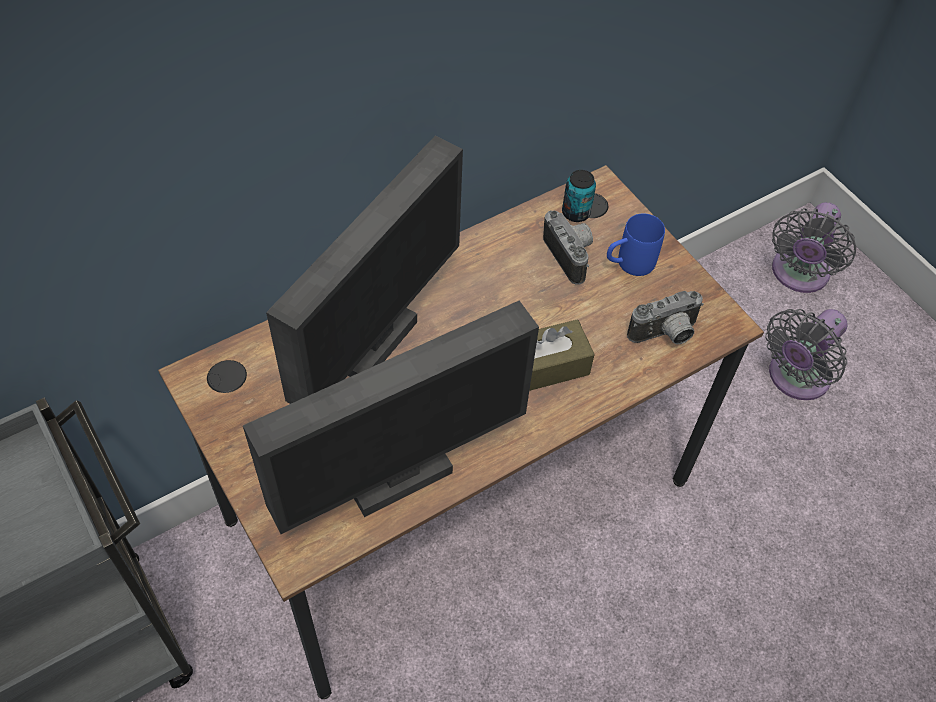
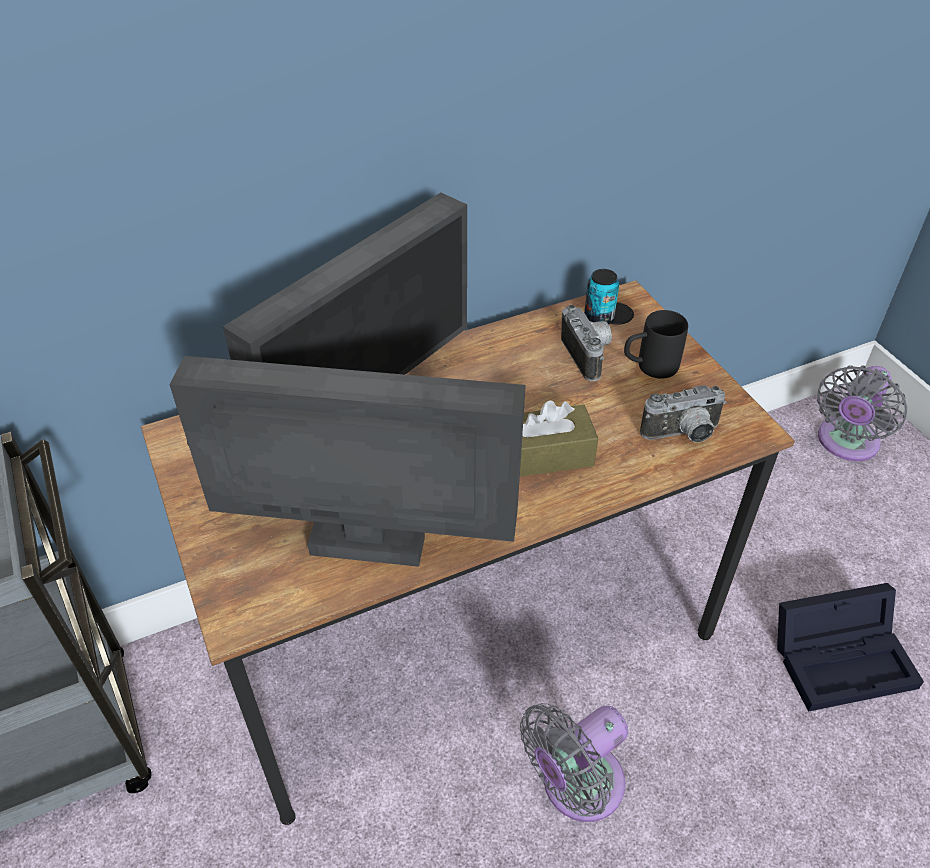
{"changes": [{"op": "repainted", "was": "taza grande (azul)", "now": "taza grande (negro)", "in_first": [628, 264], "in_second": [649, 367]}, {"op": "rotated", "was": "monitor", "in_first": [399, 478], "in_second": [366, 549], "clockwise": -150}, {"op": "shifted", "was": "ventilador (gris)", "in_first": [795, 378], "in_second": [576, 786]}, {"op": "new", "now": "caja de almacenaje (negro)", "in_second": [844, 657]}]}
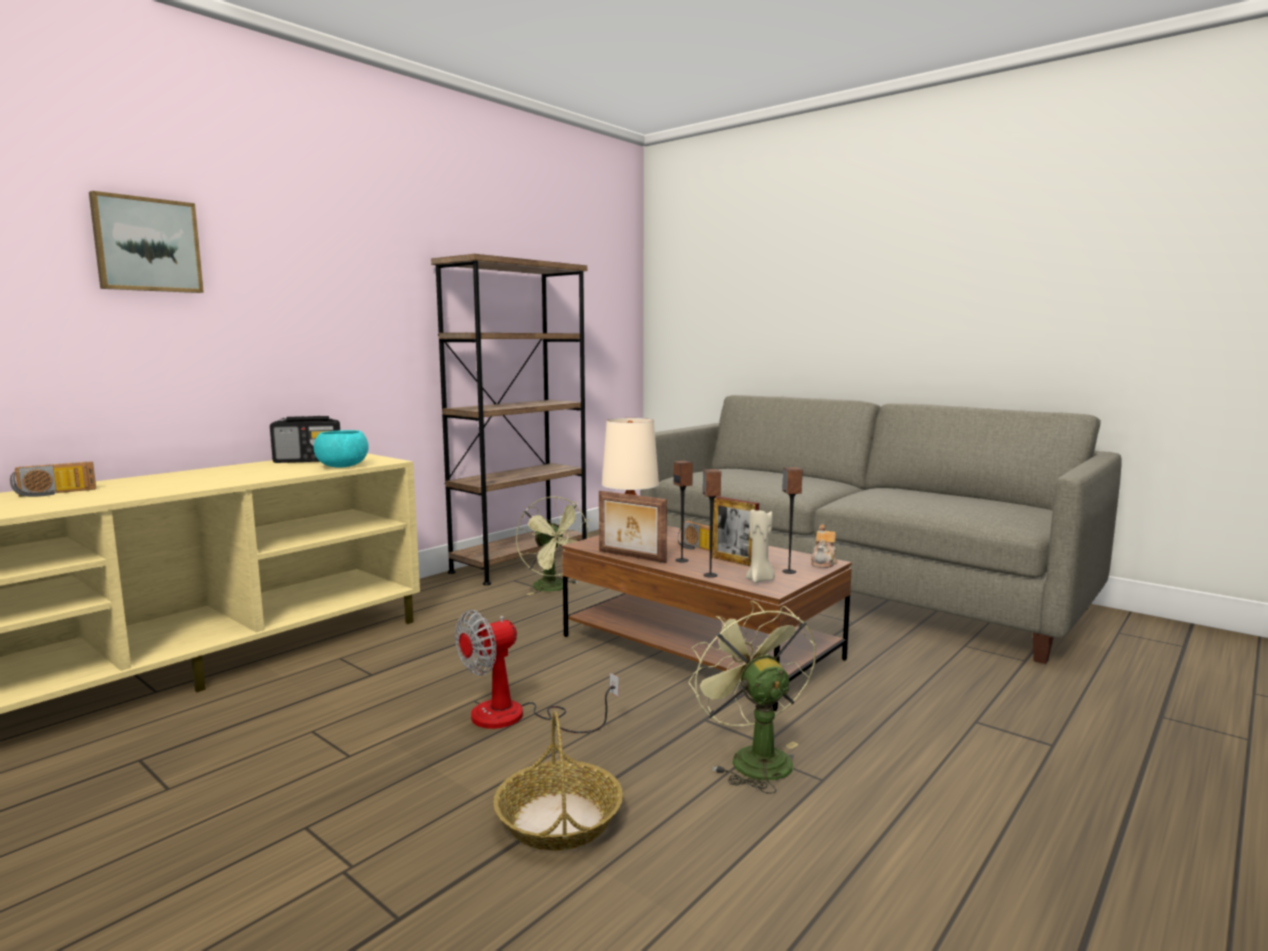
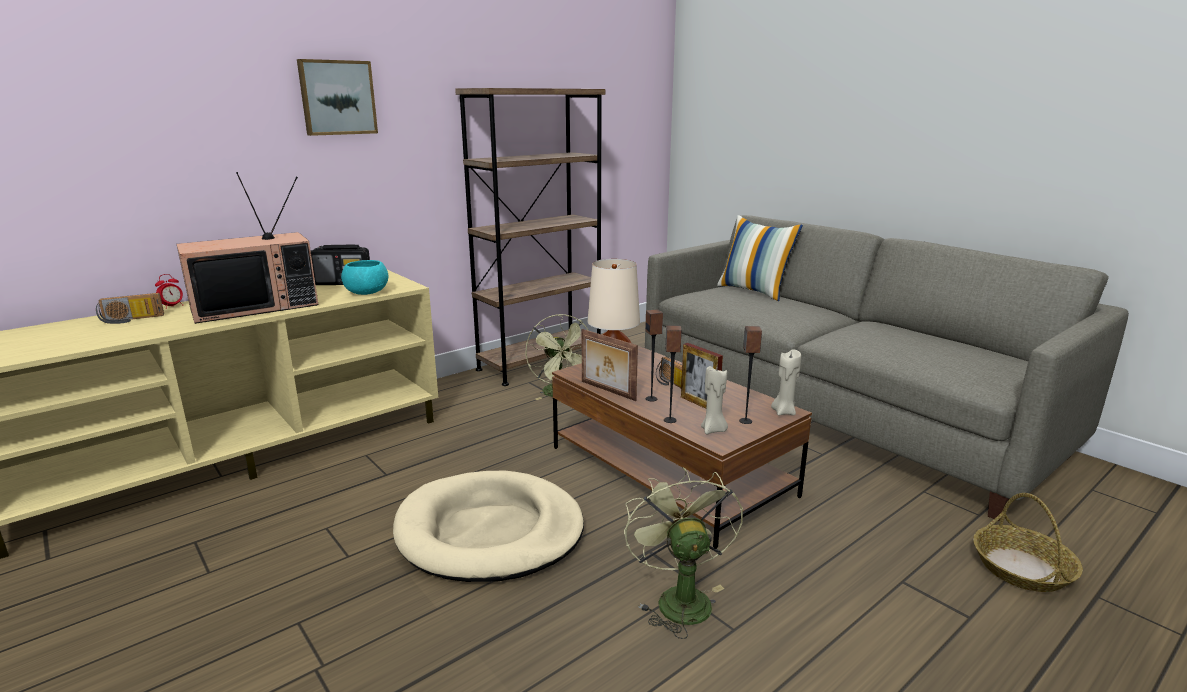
{"changes": [{"op": "shifted", "was": "cuadro", "in_first": [147, 245], "in_second": [337, 97]}, {"op": "swapped", "was": "tetera", "now": "vela (beis)", "in_first": [824, 563], "in_second": [783, 412]}, {"op": "swapped", "was": "ventilador", "now": "cama para perro (beis)", "in_first": [516, 717], "in_second": [489, 532]}, {"op": "shifted", "was": "cesta", "in_first": [559, 820], "in_second": [1022, 569]}, {"op": "new", "now": "televisor", "in_second": [256, 306]}, {"op": "new", "now": "cojín", "in_second": [754, 291]}, {"op": "new", "now": "despertador", "in_second": [172, 306]}]}
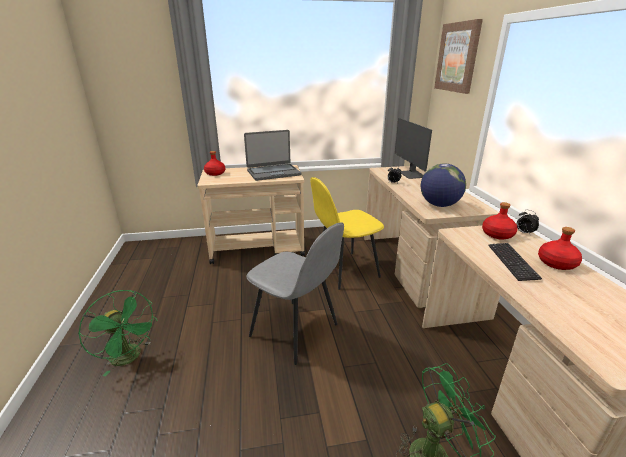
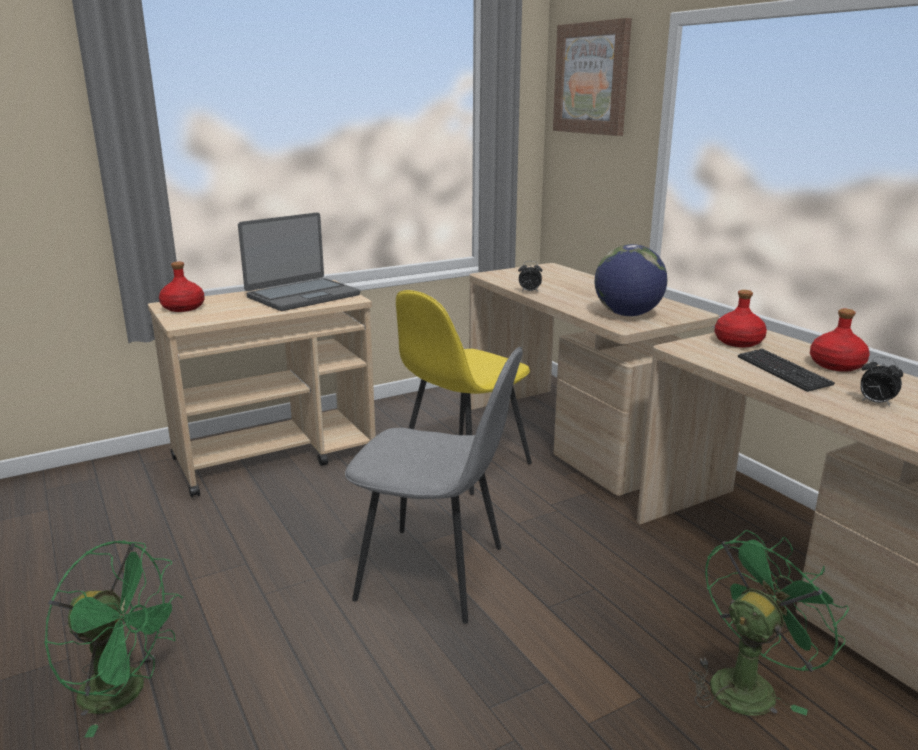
{"changes": [{"op": "gone", "was": "monitor", "in_first": [411, 174]}, {"op": "shifted", "was": "despertador", "in_first": [524, 233], "in_second": [875, 403]}]}
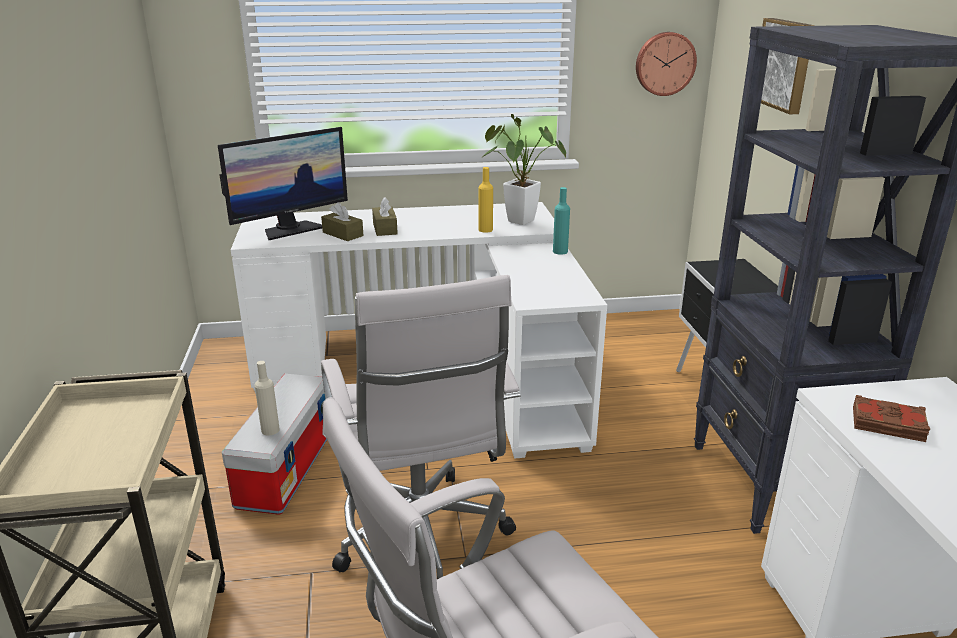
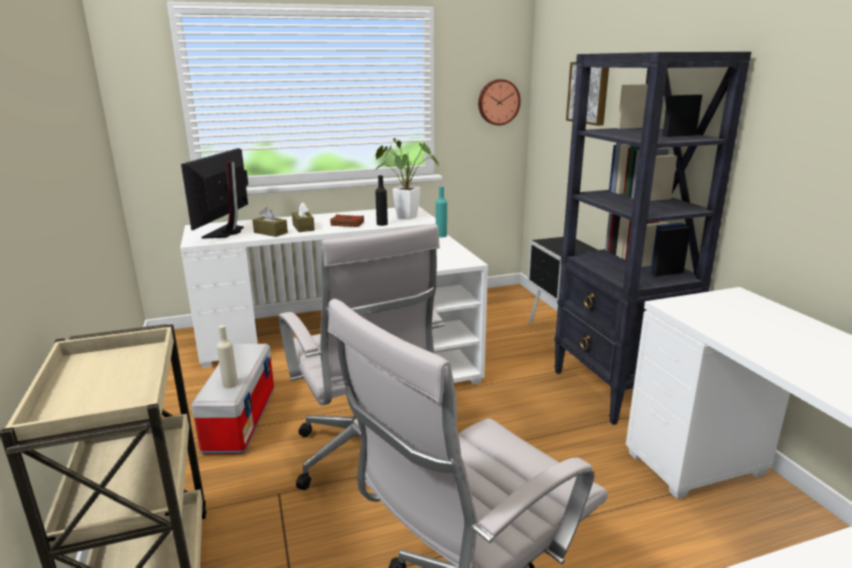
{"changes": [{"op": "rotated", "was": "monitor", "in_first": [290, 229], "in_second": [226, 232], "clockwise": 150}, {"op": "repainted", "was": "botella (amarillo)", "now": "botella (negro)", "in_first": [485, 230], "in_second": [382, 224]}, {"op": "shifted", "was": "libro (marrón)", "in_first": [888, 425], "in_second": [347, 224]}]}
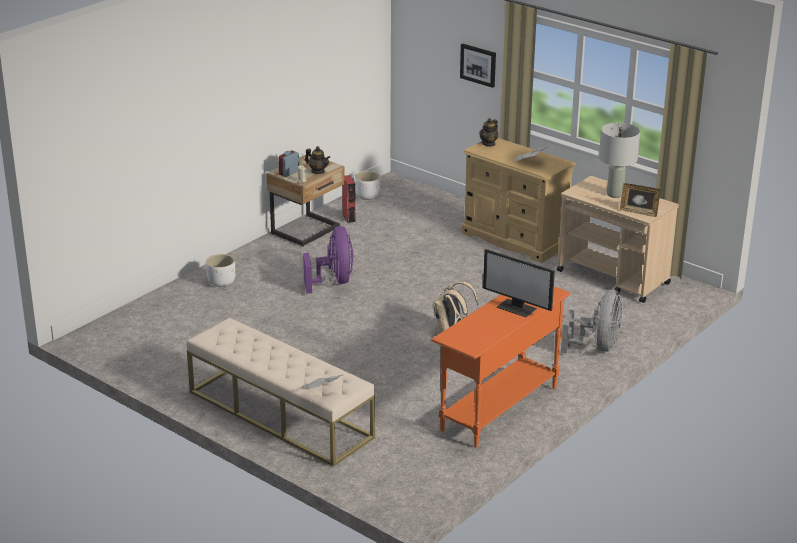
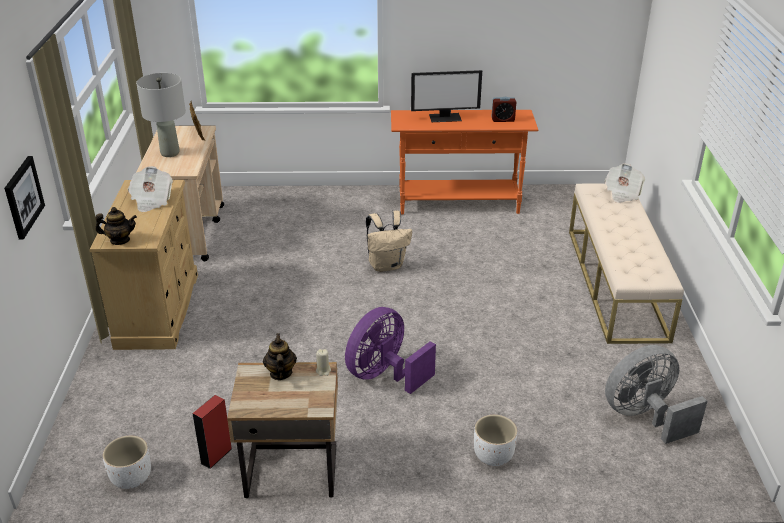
{"changes": [{"op": "shifted", "was": "despertador", "in_first": [289, 172], "in_second": [503, 120]}, {"op": "rotated", "was": "monitor", "in_first": [517, 308], "in_second": [445, 117], "clockwise": 90}, {"op": "shifted", "was": "ventilador (gris)", "in_first": [597, 347], "in_second": [645, 416]}]}
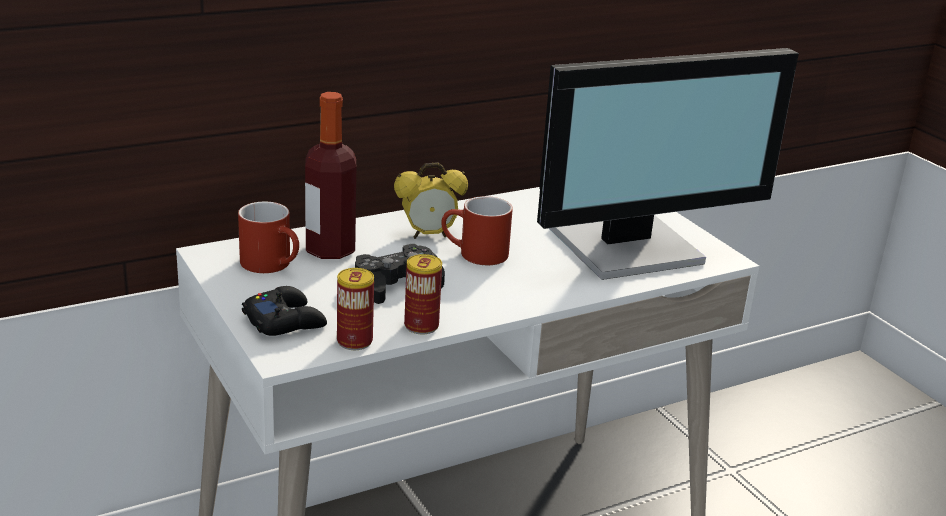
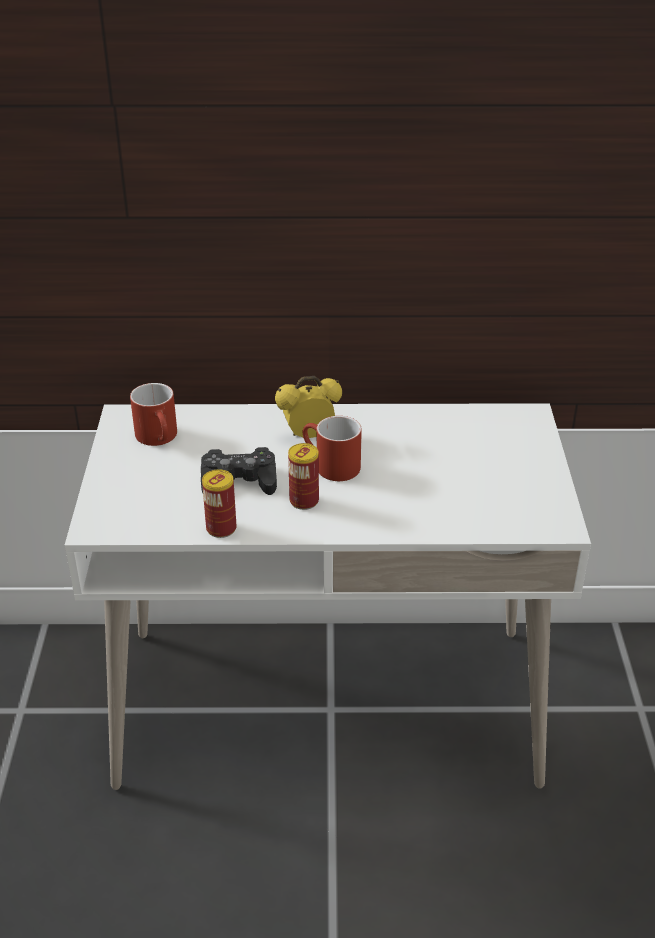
{"changes": [{"op": "gone", "was": "monitor", "in_first": [630, 248]}, {"op": "gone", "was": "botella", "in_first": [330, 250]}, {"op": "rotated", "was": "despertador", "in_first": [428, 235], "in_second": [309, 436], "clockwise": 150}, {"op": "shifted", "was": "lata", "in_first": [354, 341], "in_second": [304, 501]}, {"op": "gone", "was": "mando de consola (negro)", "in_first": [285, 321]}]}
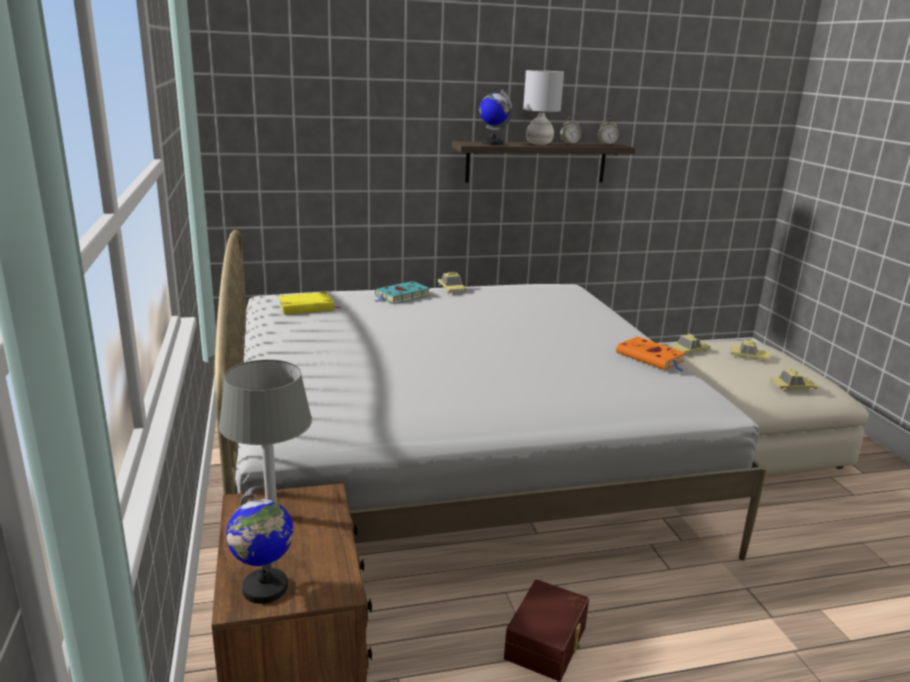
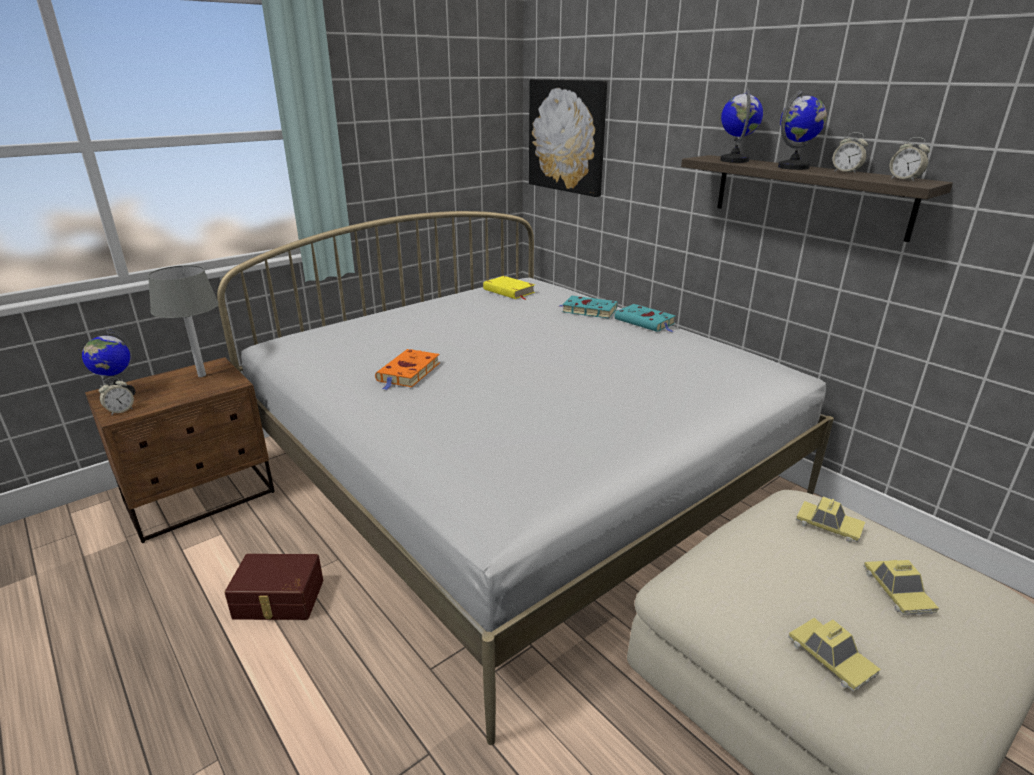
{"changes": [{"op": "swapped", "was": "lámpara de mesa (gris)", "now": "globo terráqueo", "in_first": [538, 144], "in_second": [794, 167]}, {"op": "swapped", "was": "coche de juguete", "now": "libro (turquesa)", "in_first": [451, 288], "in_second": [646, 322]}, {"op": "shifted", "was": "libro (naranja)", "in_first": [651, 358], "in_second": [408, 373]}, {"op": "new", "now": "cuadro", "in_second": [567, 136]}, {"op": "new", "now": "despertador", "in_second": [120, 411]}]}
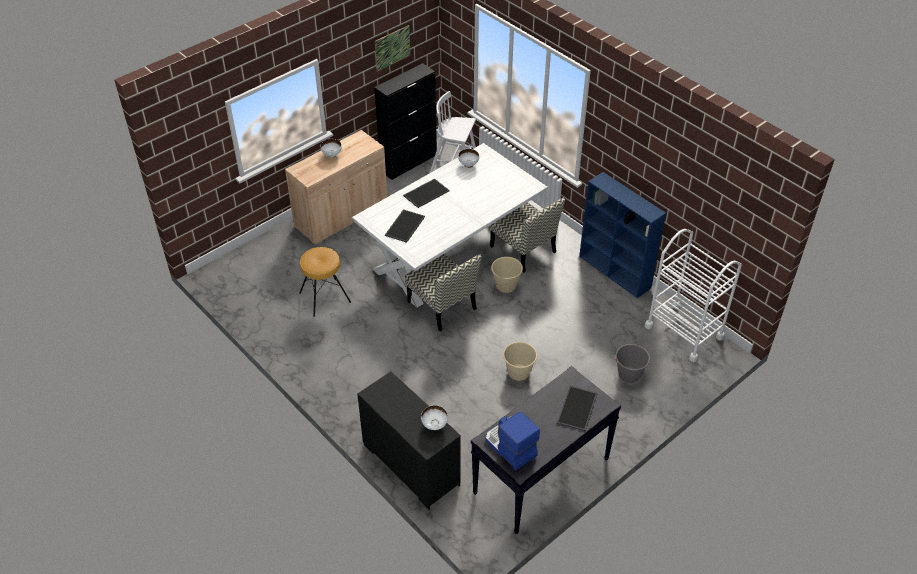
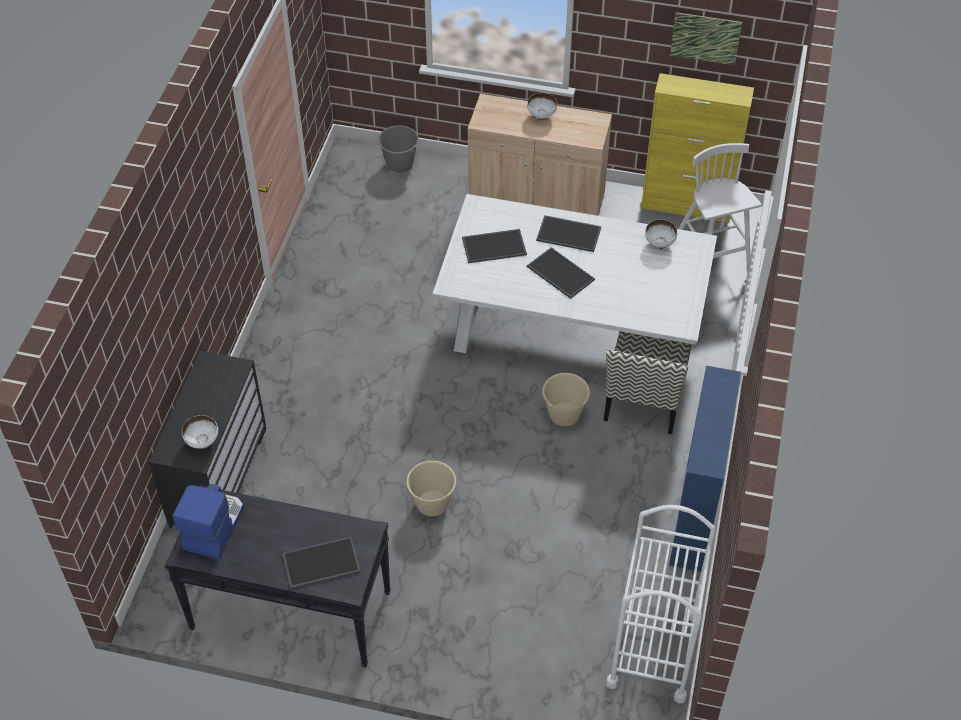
{"changes": [{"op": "repainted", "was": "armario (negro)", "now": "armario (amarillo)", "in_first": [409, 162], "in_second": [687, 206]}, {"op": "gone", "was": "taburete (marrón)", "in_first": [324, 297]}, {"op": "gone", "was": "silla", "in_first": [443, 306]}, {"op": "shifted", "was": "cubo (gris)", "in_first": [629, 375], "in_second": [399, 164]}, {"op": "new", "now": "bandeja", "in_second": [559, 273]}]}
